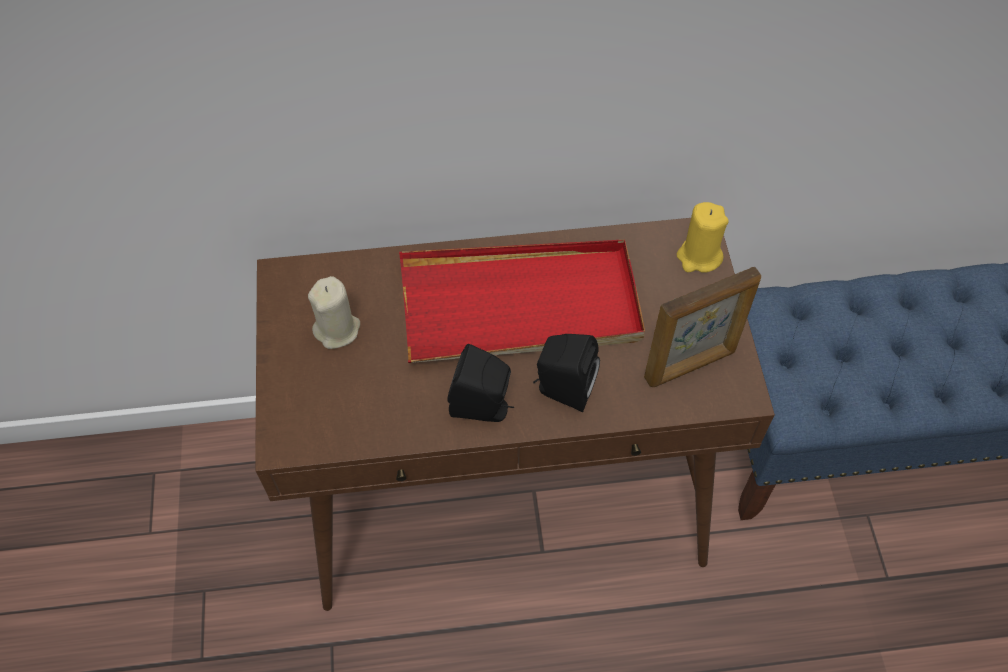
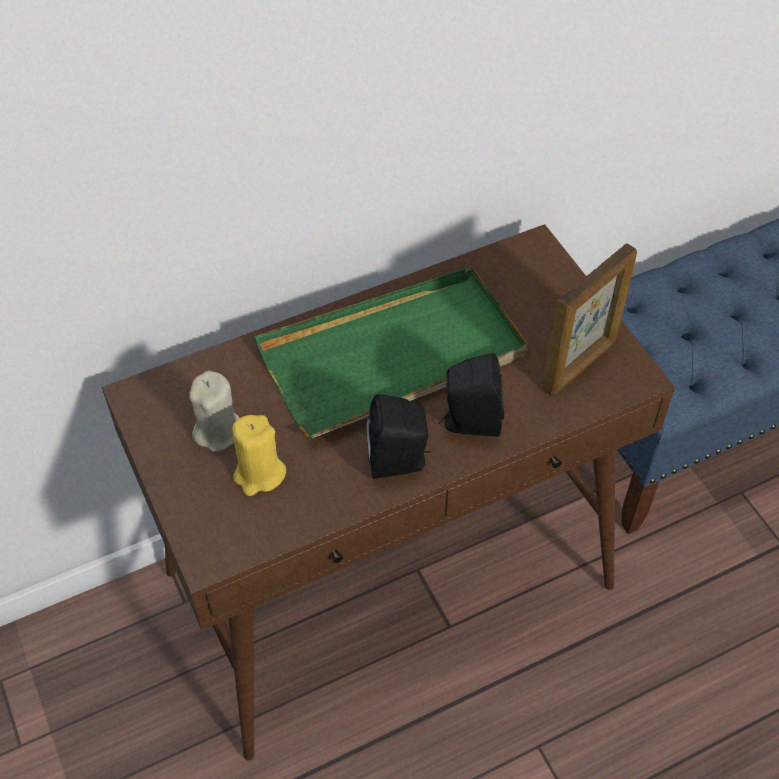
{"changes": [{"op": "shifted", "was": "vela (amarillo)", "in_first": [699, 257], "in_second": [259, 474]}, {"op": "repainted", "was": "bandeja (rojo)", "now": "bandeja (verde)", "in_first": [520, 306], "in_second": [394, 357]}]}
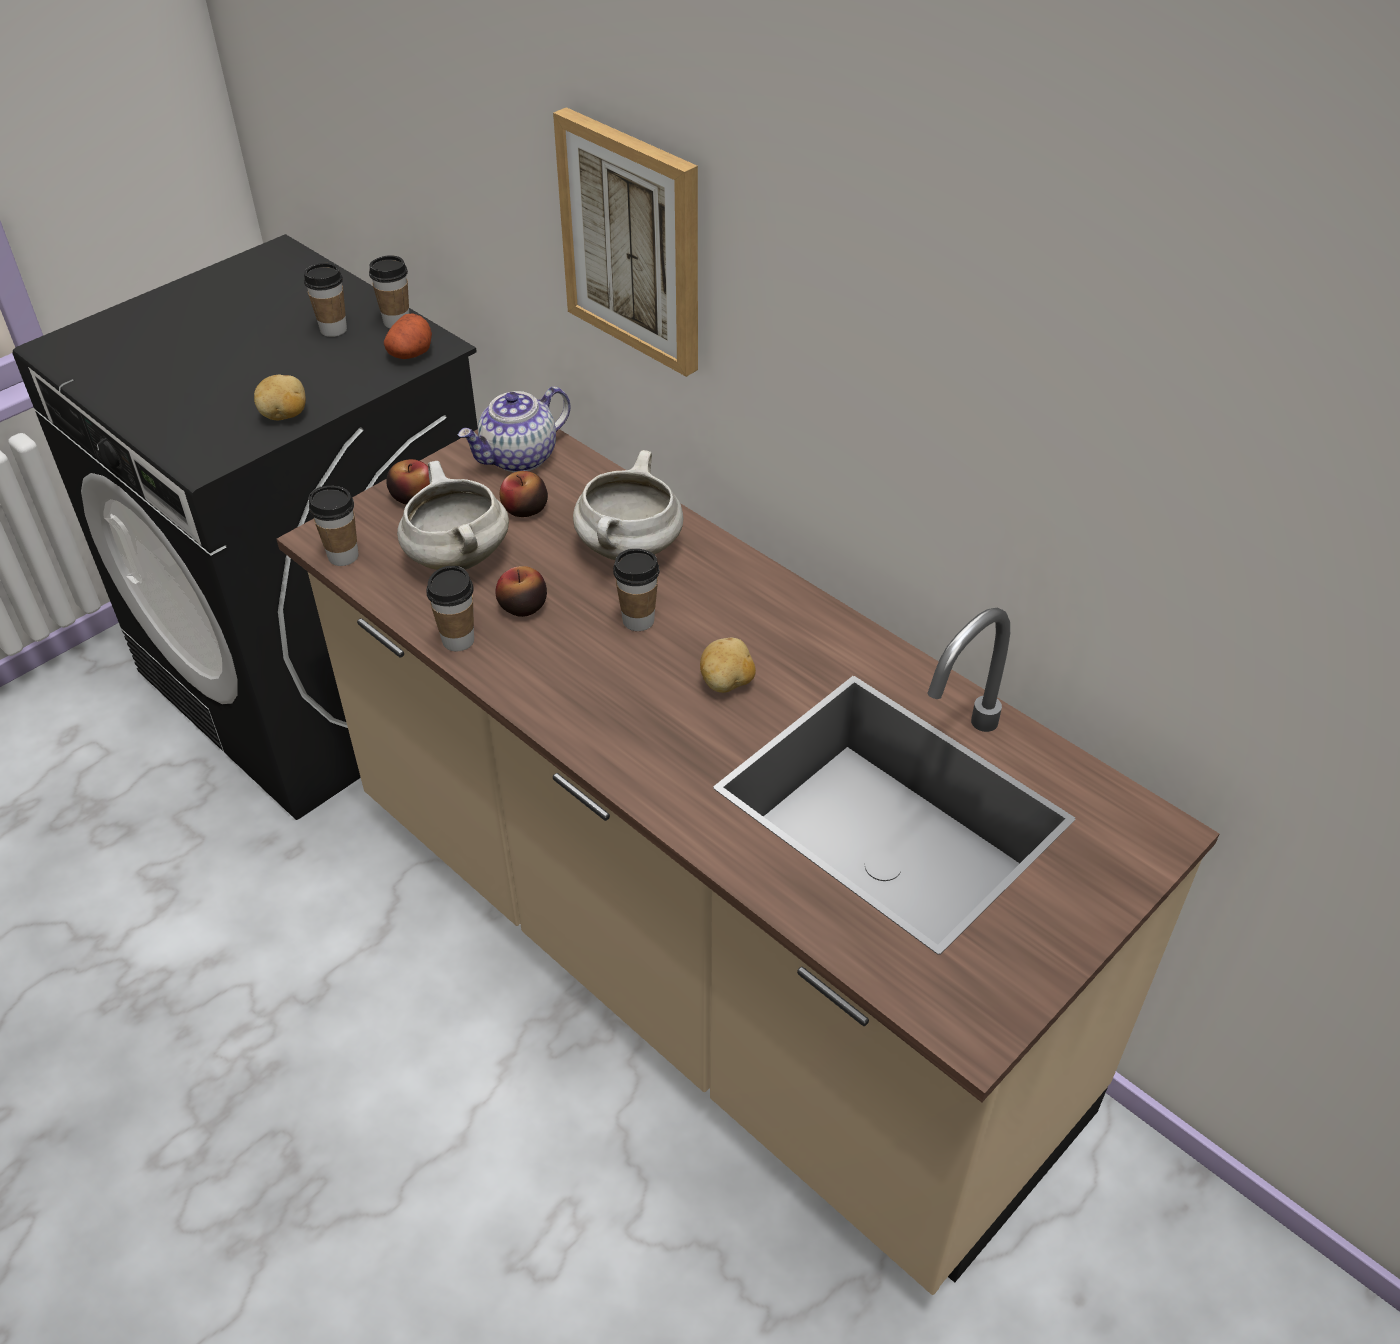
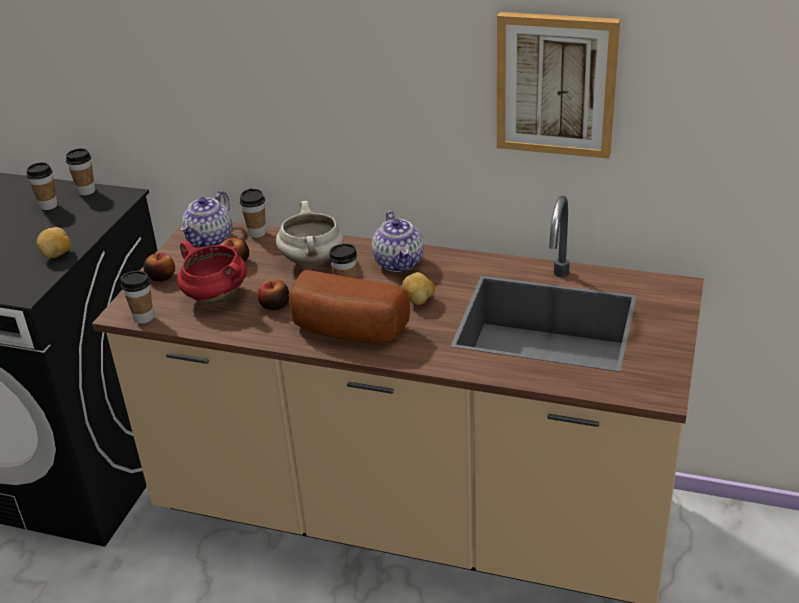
{"changes": [{"op": "shifted", "was": "cuadro", "in_first": [633, 241], "in_second": [556, 84]}, {"op": "gone", "was": "patata", "in_first": [411, 353]}, {"op": "repainted", "was": "olla (blanco)", "now": "olla (rojo)", "in_first": [456, 557], "in_second": [214, 296]}, {"op": "shifted", "was": "taza", "in_first": [458, 640], "in_second": [257, 233]}, {"op": "new", "now": "tetera", "in_second": [399, 263]}, {"op": "new", "now": "pan", "in_second": [346, 331]}]}
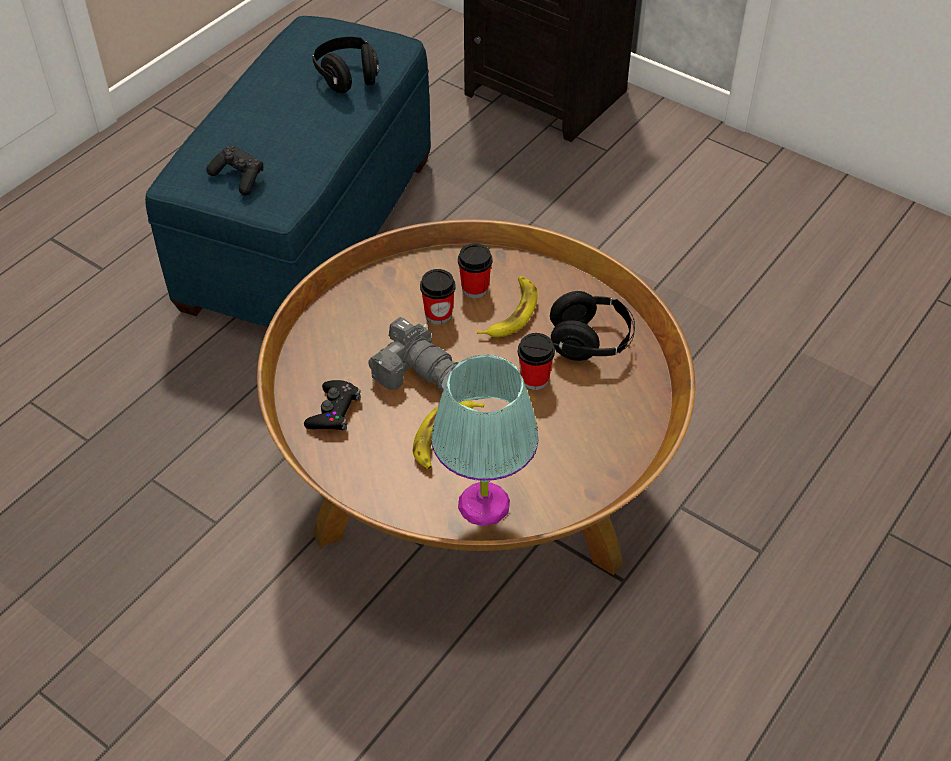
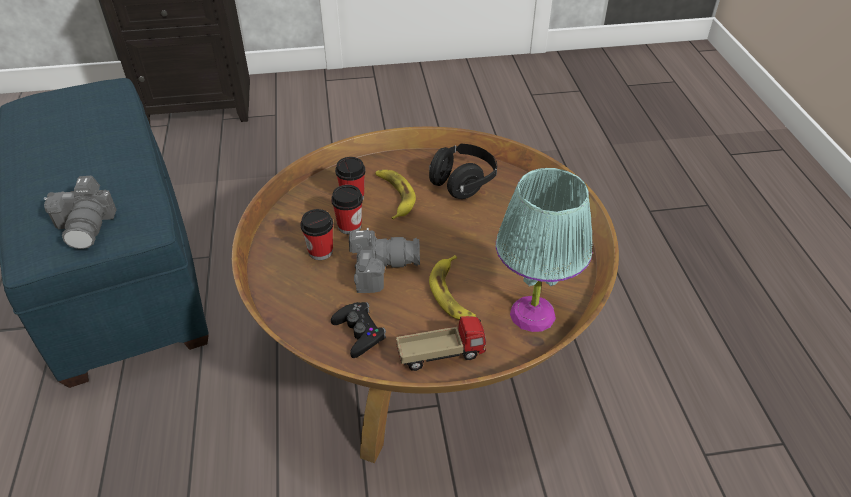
{"changes": [{"op": "gone", "was": "auriculares (negro)", "in_first": [348, 77]}, {"op": "swapped", "was": "mando de consola (negro)", "now": "cámara", "in_first": [239, 177], "in_second": [87, 225]}, {"op": "shifted", "was": "taza", "in_first": [534, 379], "in_second": [320, 251]}, {"op": "new", "now": "camión de juguete", "in_second": [441, 354]}]}
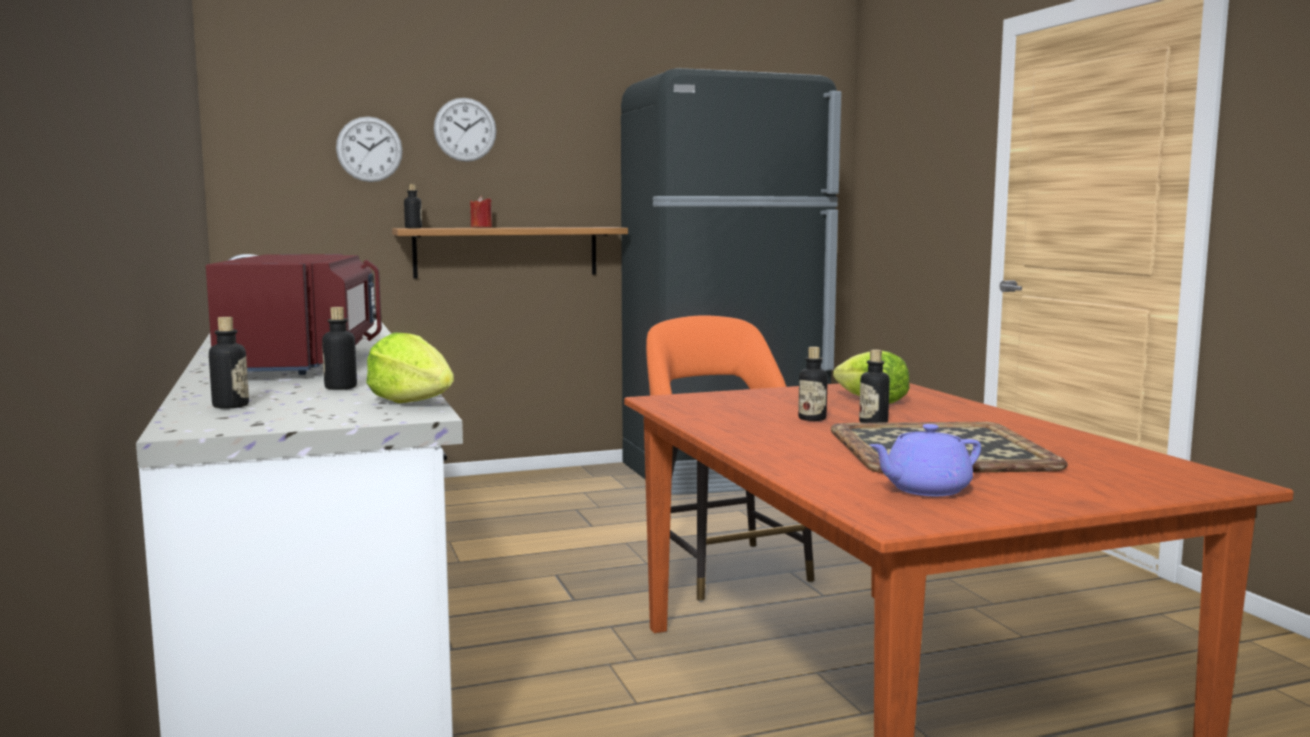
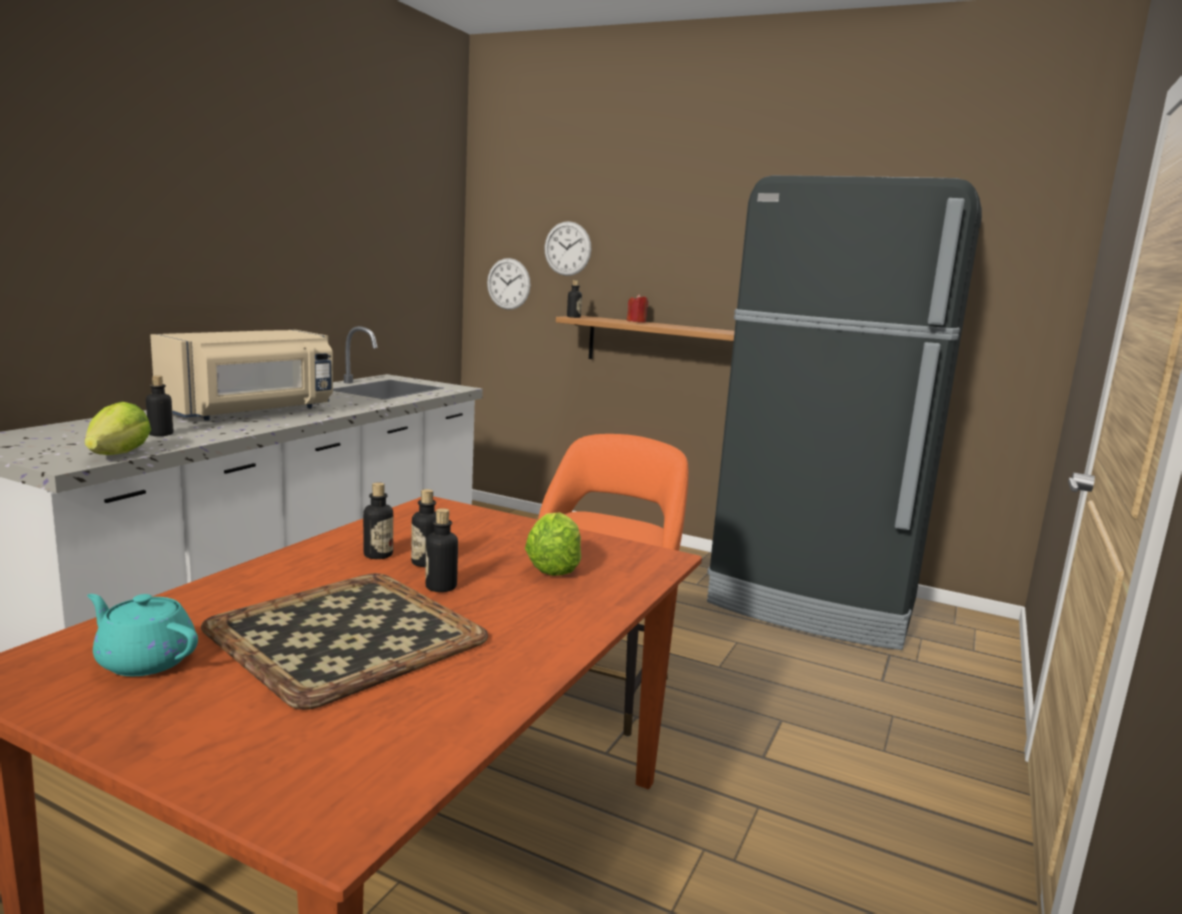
{"changes": [{"op": "shifted", "was": "reloj de pared", "in_first": [465, 129], "in_second": [508, 284]}, {"op": "repainted", "was": "microondas (rojo)", "now": "microondas (beis)", "in_first": [303, 363], "in_second": [252, 412]}, {"op": "shifted", "was": "botella", "in_first": [230, 406], "in_second": [378, 555]}, {"op": "repainted", "was": "tetera (morado)", "now": "tetera (turquesa)", "in_first": [925, 489], "in_second": [145, 660]}]}
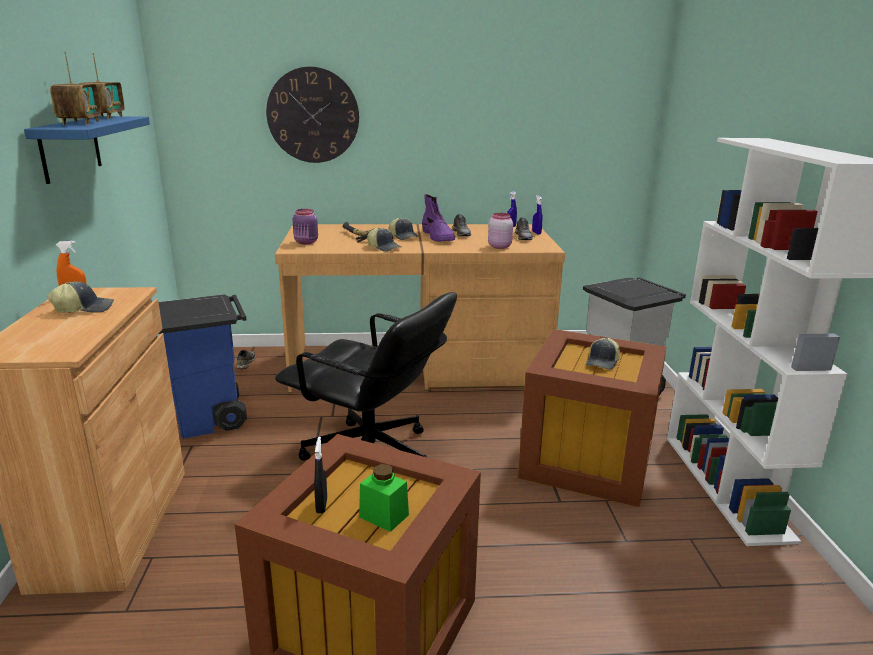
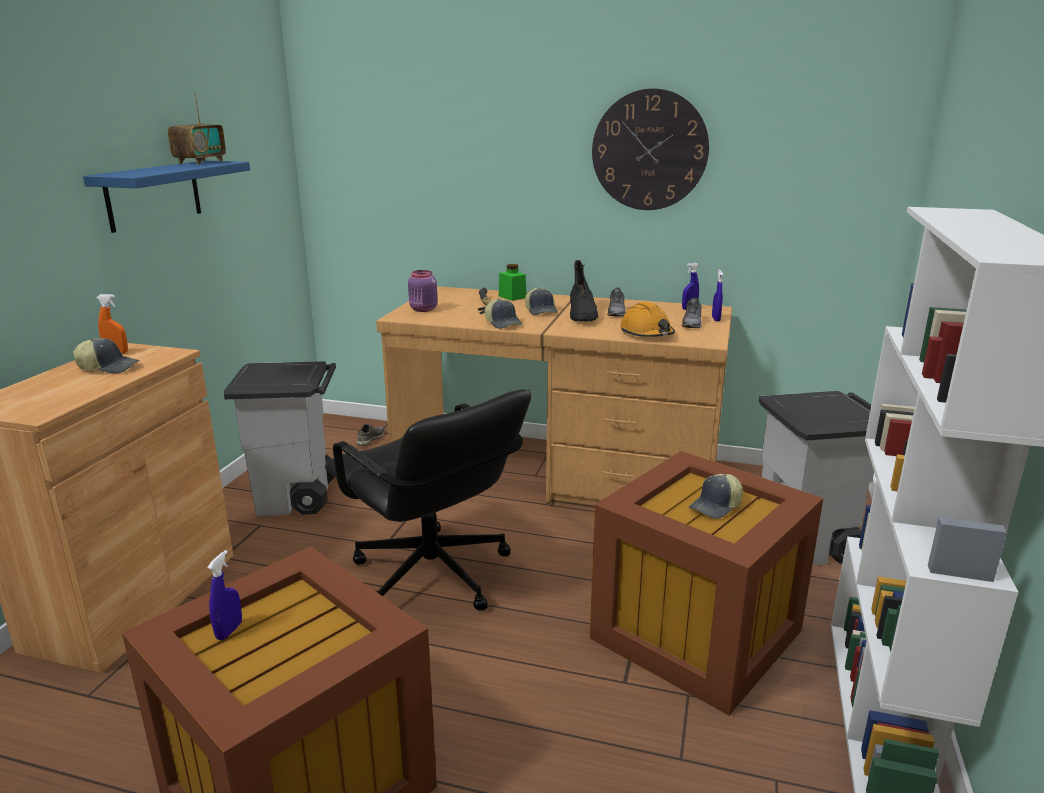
{"changes": [{"op": "gone", "was": "radio", "in_first": [80, 123]}, {"op": "shifted", "was": "reloj de pared", "in_first": [313, 115], "in_second": [649, 150]}, {"op": "repainted", "was": "bota (morado)", "now": "bota (negro)", "in_first": [438, 237], "in_second": [582, 314]}, {"op": "swapped", "was": "tarro (rosa)", "now": "casco (naranja)", "in_first": [499, 246], "in_second": [647, 334]}, {"op": "repainted", "was": "papelera (azul)", "now": "papelera (gris)", "in_first": [211, 419], "in_second": [297, 498]}, {"op": "repainted", "was": "pulverizador (negro)", "now": "pulverizador (azul)", "in_first": [321, 506], "in_second": [229, 631]}, {"op": "shifted", "was": "tarro (verde)", "in_first": [384, 516], "in_second": [512, 297]}]}
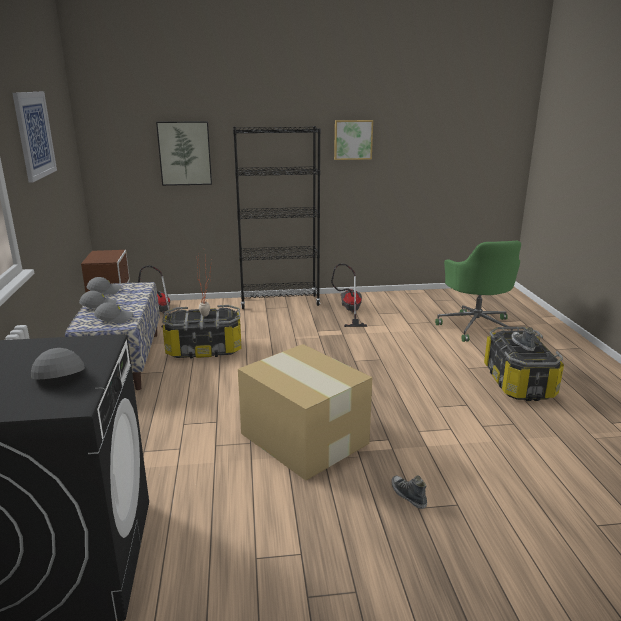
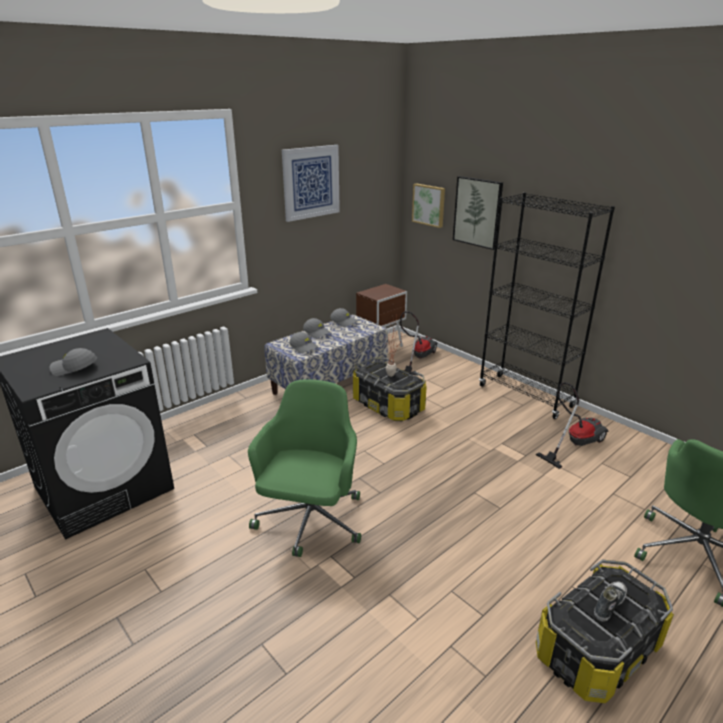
{"changes": [{"op": "shifted", "was": "cuadro", "in_first": [353, 139], "in_second": [429, 205]}, {"op": "swapped", "was": "caja de cartón", "now": "silla de oficina (verde)", "in_first": [303, 437], "in_second": [310, 521]}, {"op": "rotated", "was": "gorra (gris)", "in_first": [57, 374], "in_second": [74, 368], "clockwise": -120}, {"op": "gone", "was": "zapato", "in_first": [408, 495]}]}
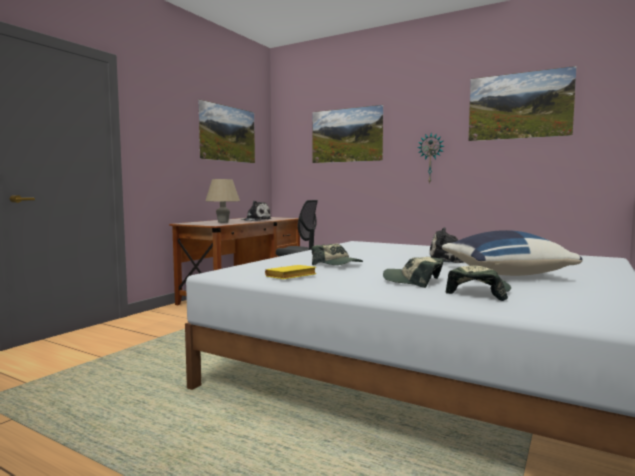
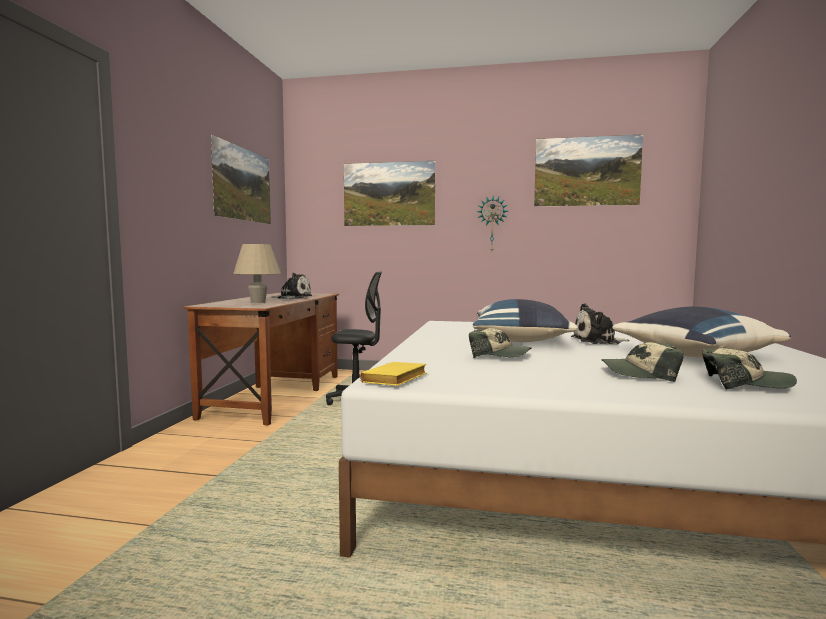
{"changes": [{"op": "shifted", "was": "libro (amarillo)", "in_first": [290, 277], "in_second": [395, 380]}, {"op": "rotated", "was": "gorra", "in_first": [479, 293], "in_second": [744, 384], "clockwise": 90}, {"op": "new", "now": "cojín (azul)", "in_second": [521, 341]}]}
